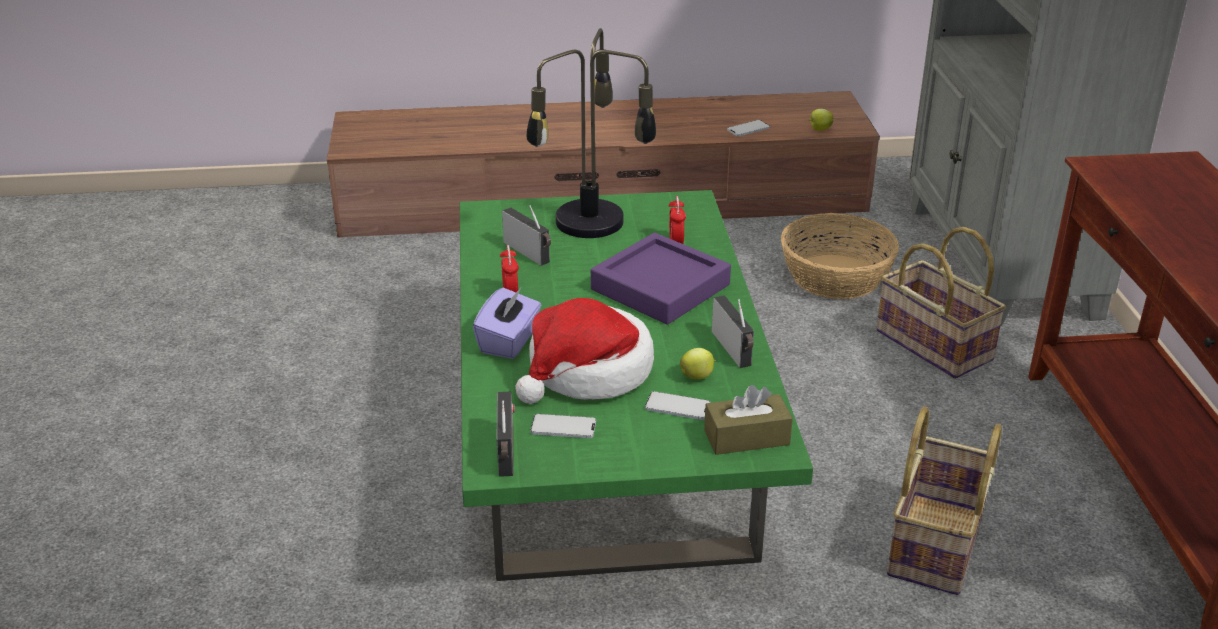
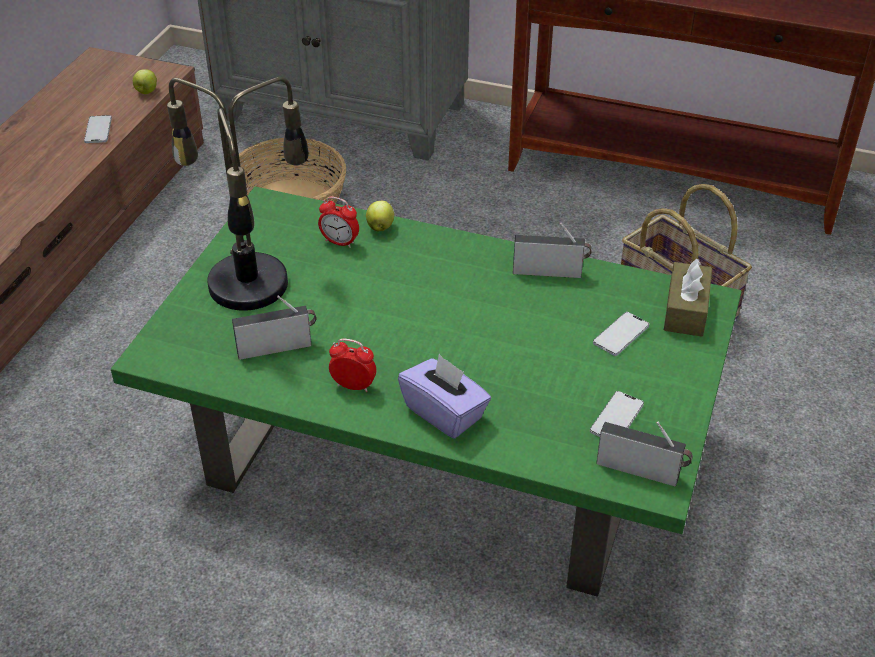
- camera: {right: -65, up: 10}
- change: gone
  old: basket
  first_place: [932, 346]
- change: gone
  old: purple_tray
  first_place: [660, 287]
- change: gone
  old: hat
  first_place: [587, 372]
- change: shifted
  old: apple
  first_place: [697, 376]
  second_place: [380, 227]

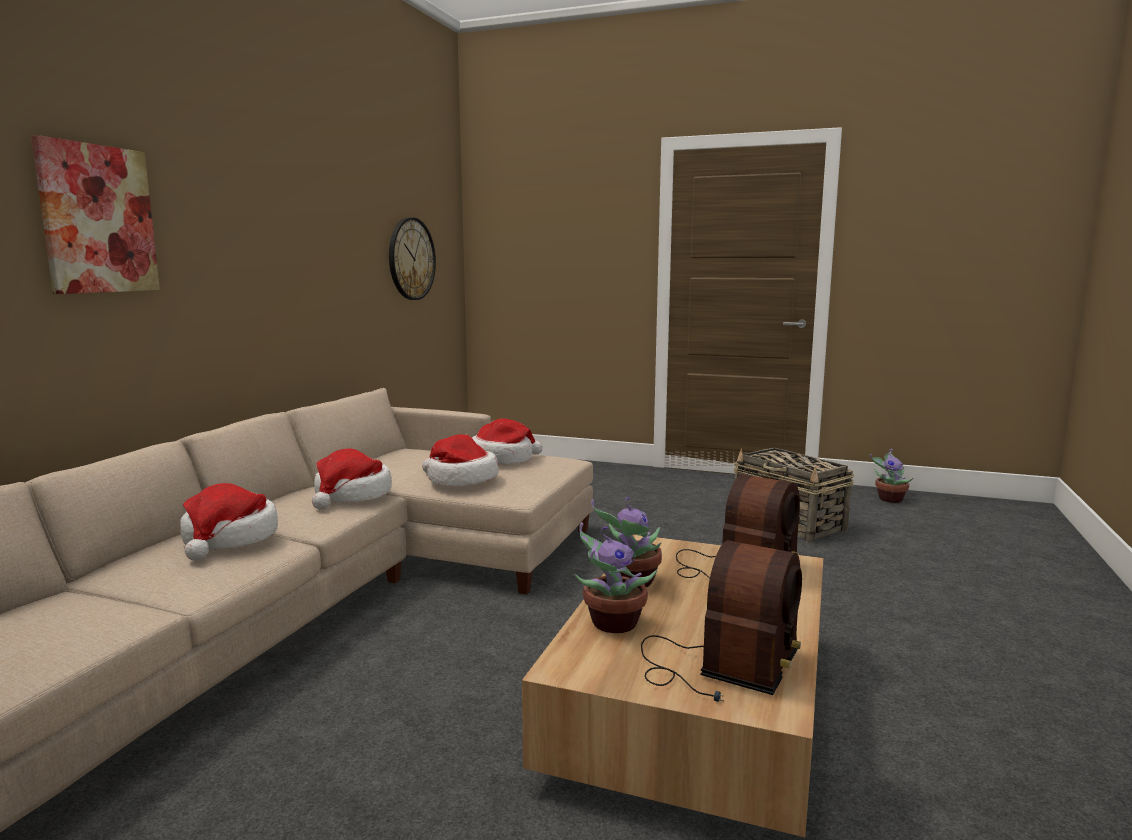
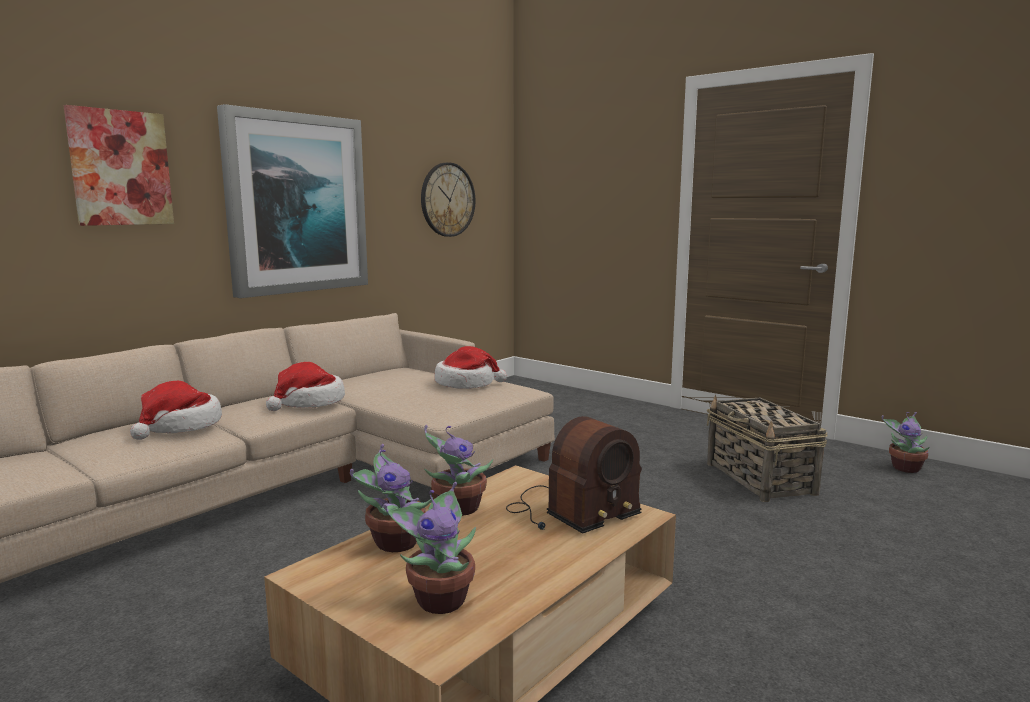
- camera: {right: 20, up: 0}
- change: gone
  old: hat
  first_place: [460, 479]
- change: swapped
  old: radio
  new: potted_plant
  first_place: [720, 666]
  second_place: [439, 599]
- change: new
  new: picture
  second_place: [296, 204]

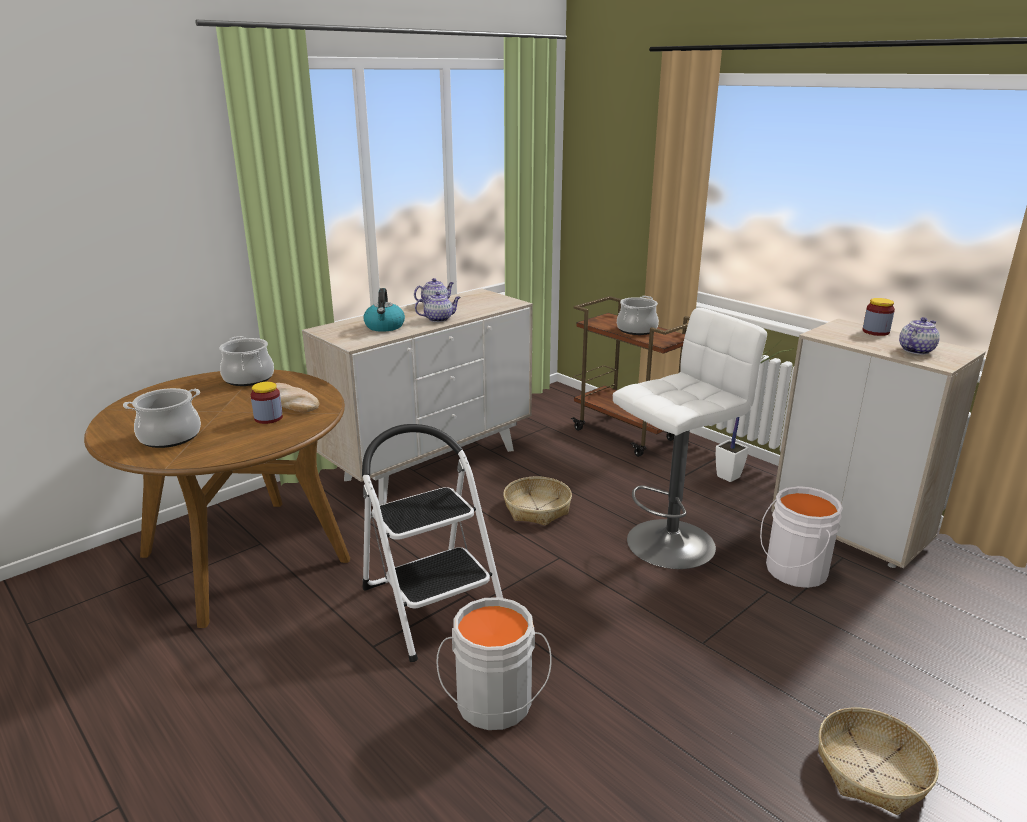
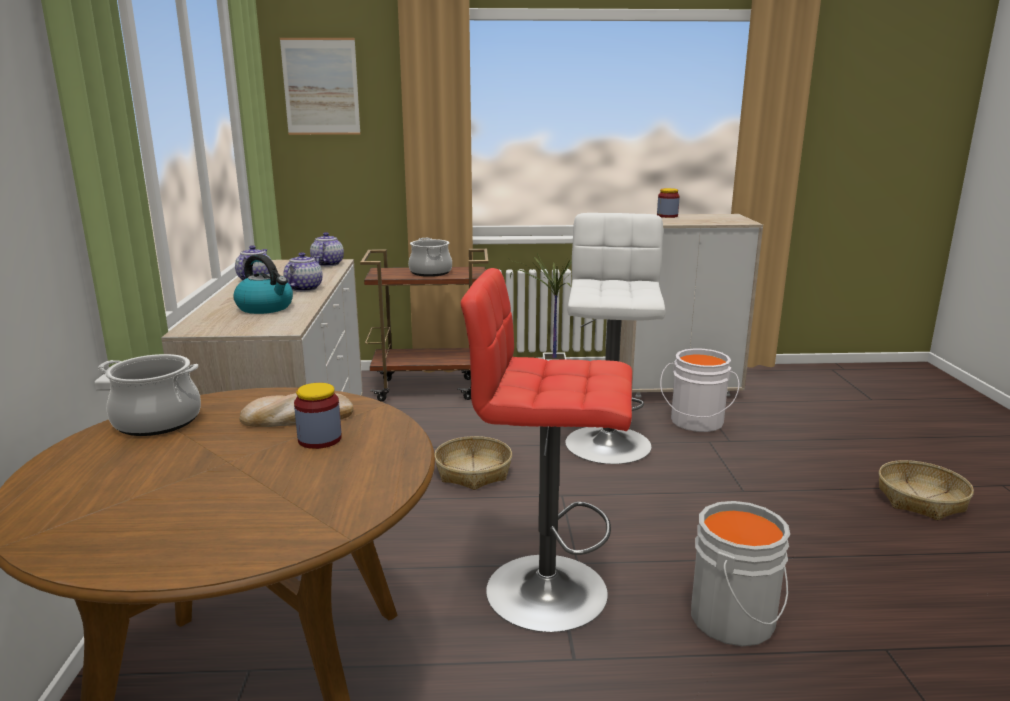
- camera: {right: -50, up: -5}
- change: shifted
  old: teapot
  first_place: [916, 350]
  second_place: [327, 264]
- change: gone
  old: cooking_pot
  first_place: [170, 437]
- change: swapped
  old: step_ladder
  new: red_stool
  first_place: [431, 603]
  second_place: [545, 591]
- change: new
  new: picture
  second_place: [321, 87]

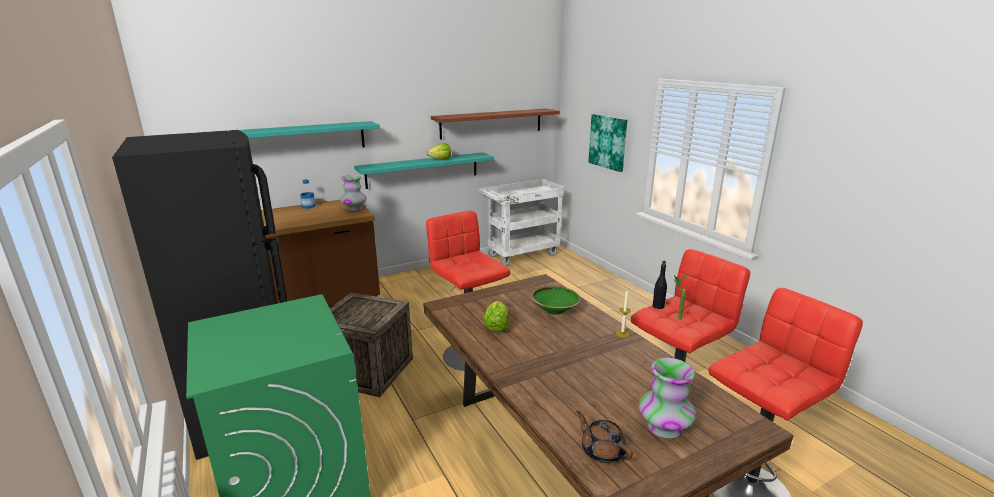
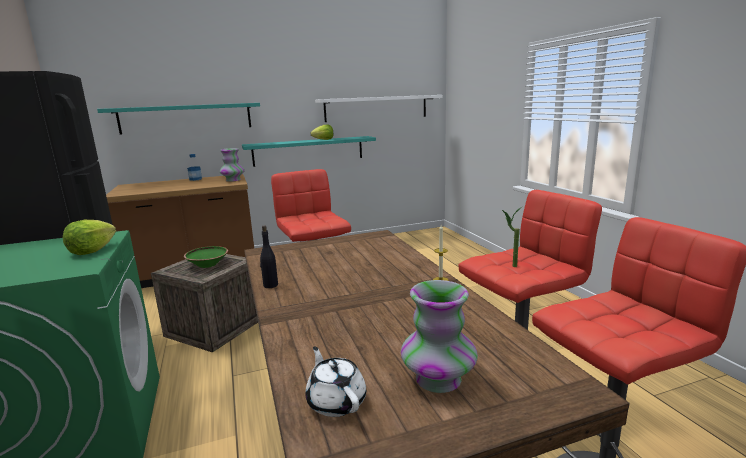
- camera: {right: 10, up: -5}
- change: repainted
  old: brown_shelf
  new: white_shelf
  first_place: [492, 123]
  second_place: [376, 108]
- change: gone
  old: picture
  first_place: [608, 142]
- change: gone
  old: white_cart
  first_place: [520, 256]
- change: shifted
  old: black_bottle
  first_place: [658, 306]
  second_place: [270, 285]
- change: shifted
  old: green_bowl
  first_place: [554, 310]
  second_place: [207, 264]
- change: shifted
  old: lettuce
  first_place: [496, 326]
  second_place: [92, 250]
- change: repainted
  old: brown_teapot
  new: white_teapot
  first_place: [602, 451]
  second_place: [336, 401]

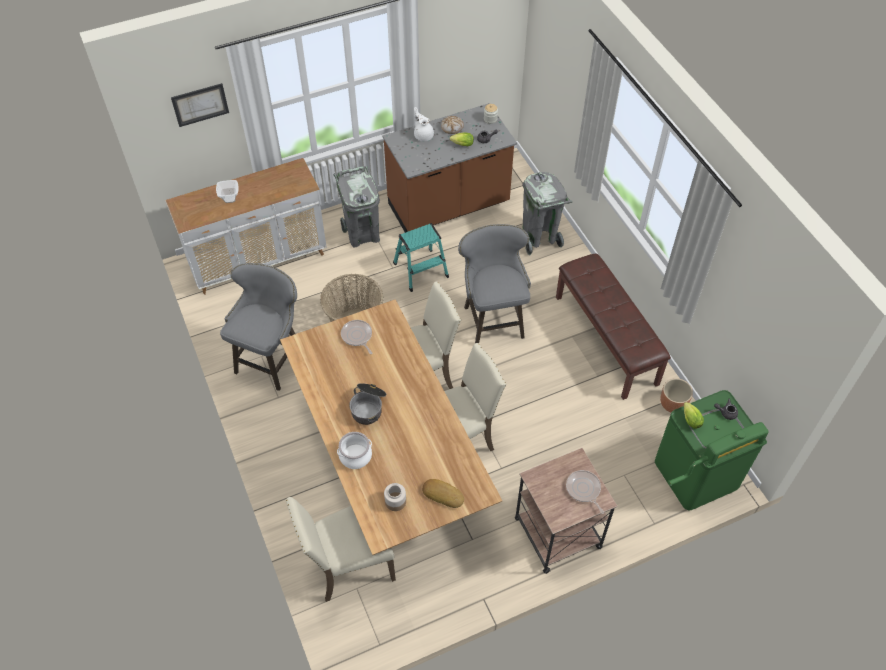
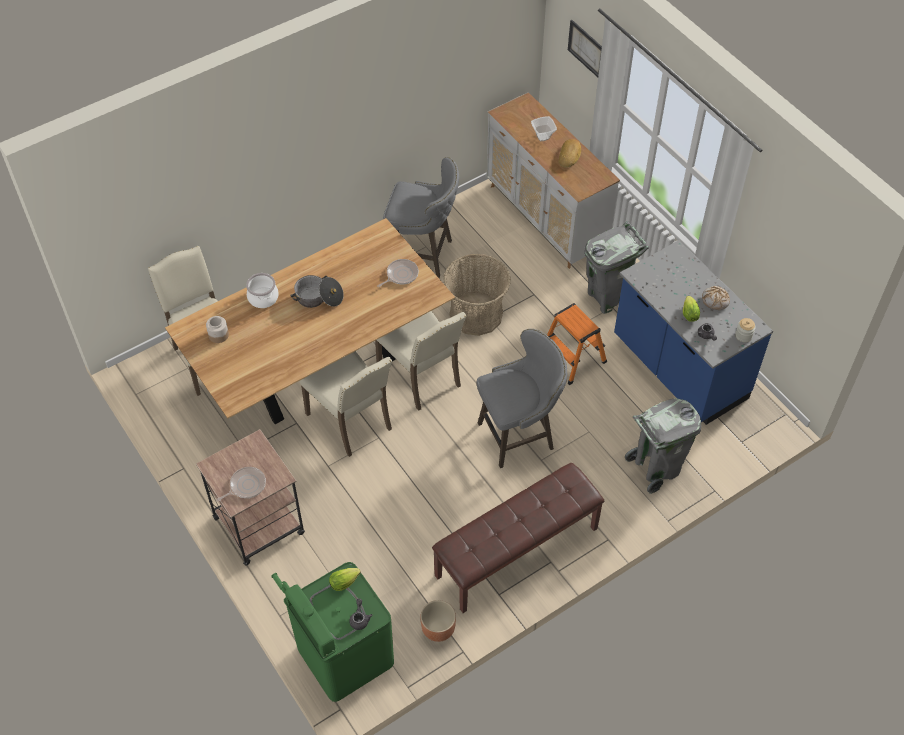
- camera: {right: 80, up: 0}
- change: repainted
  old: brown_counter
  new: blue_counter
  first_place: [449, 206]
  second_place: [678, 369]
- change: gone
  old: white_teapot
  first_place: [423, 135]
- change: repainted
  old: turquoise_step_ladder
  new: orange_step_ladder
  first_place: [421, 269]
  second_place: [573, 357]
- change: shifted
  old: bread
  first_place: [443, 494]
  second_place: [570, 155]

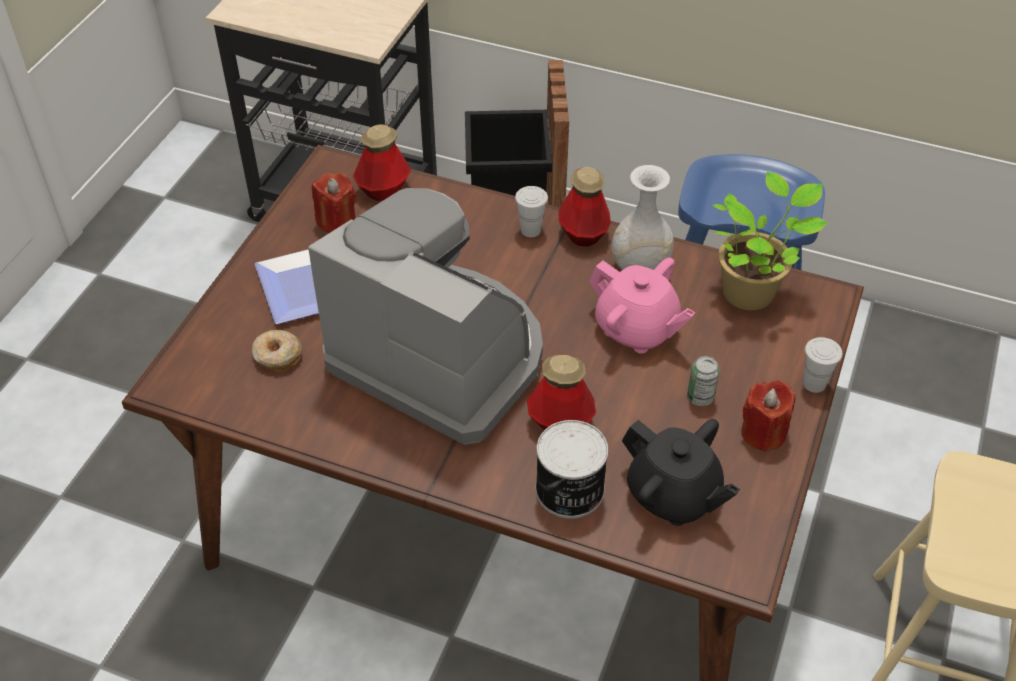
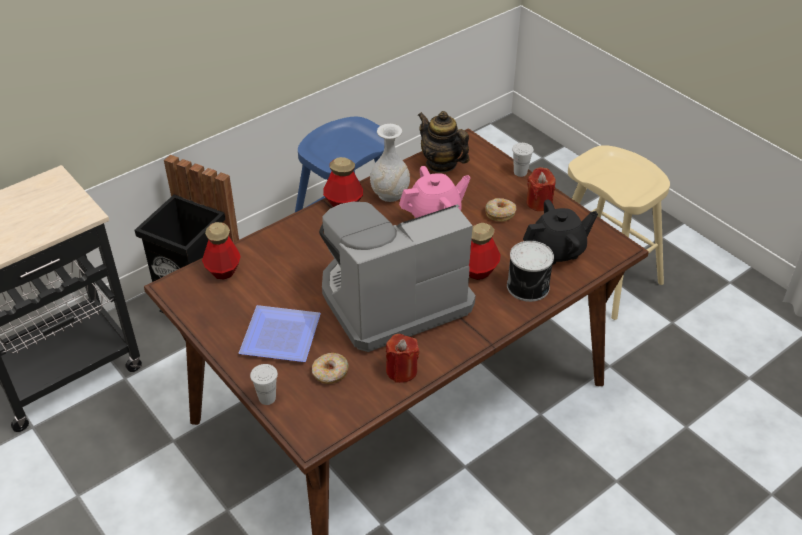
- camera: {right: -60, up: -5}
- change: swapped
  old: potted_plant
  new: teapot
  first_place: [751, 291]
  second_place: [441, 163]
- change: shifted
  old: red_candle
  first_place: [336, 220]
  second_place: [401, 371]
- change: shifted
  old: white_cup
  first_place: [530, 230]
  second_place: [267, 398]
- change: swapped
  old: can
  new: donut
  first_place: [700, 397]
  second_place: [500, 213]

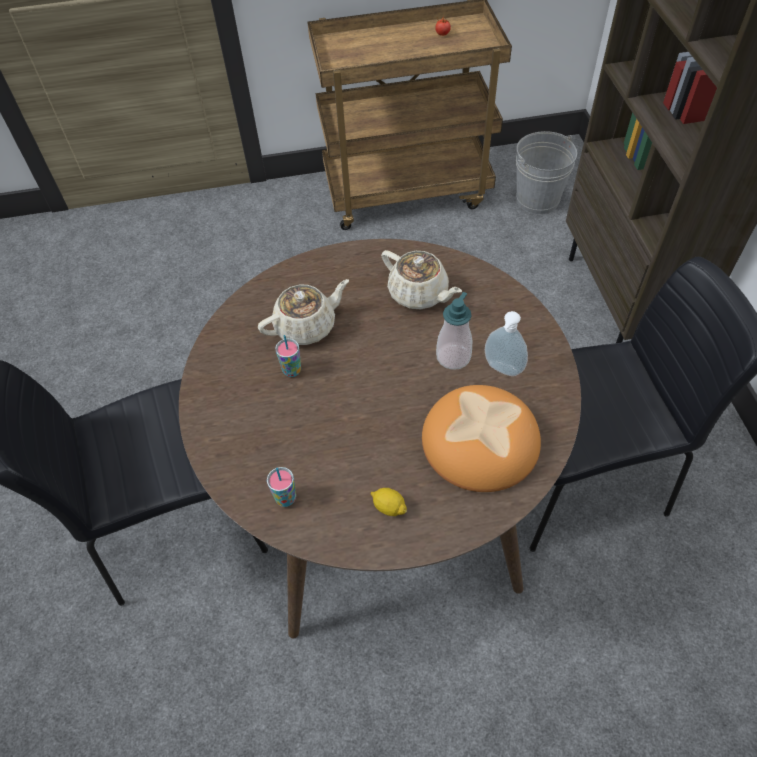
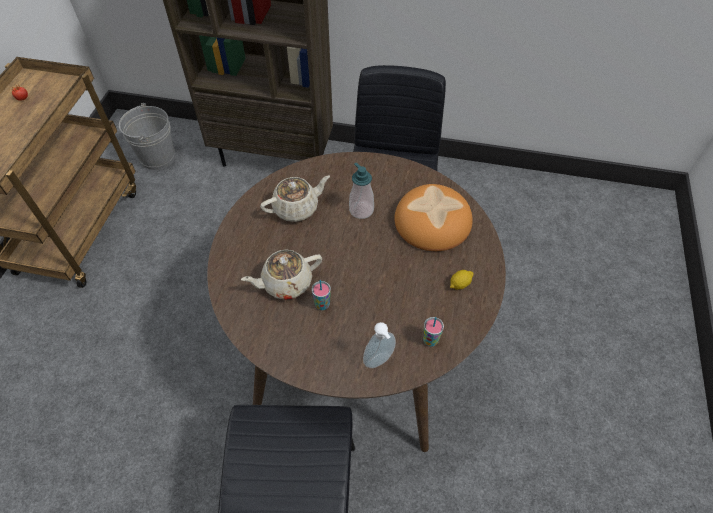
- camera: {right: -70, up: 0}
- change: rotated
  old: beige_teapot
  first_place: [307, 326]
  second_place: [286, 283]
  degrees: -105
- change: shifted
  old: soap_dispenser
  first_place: [502, 370]
  second_place: [379, 361]

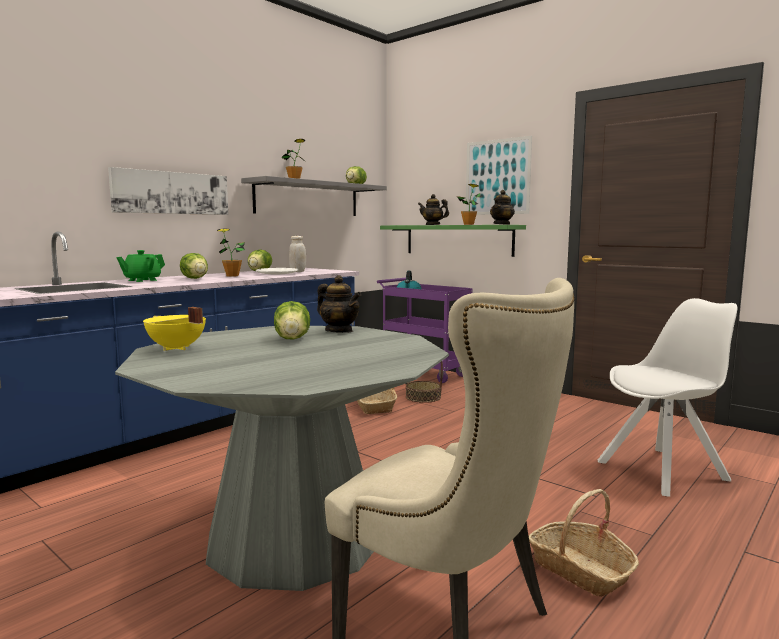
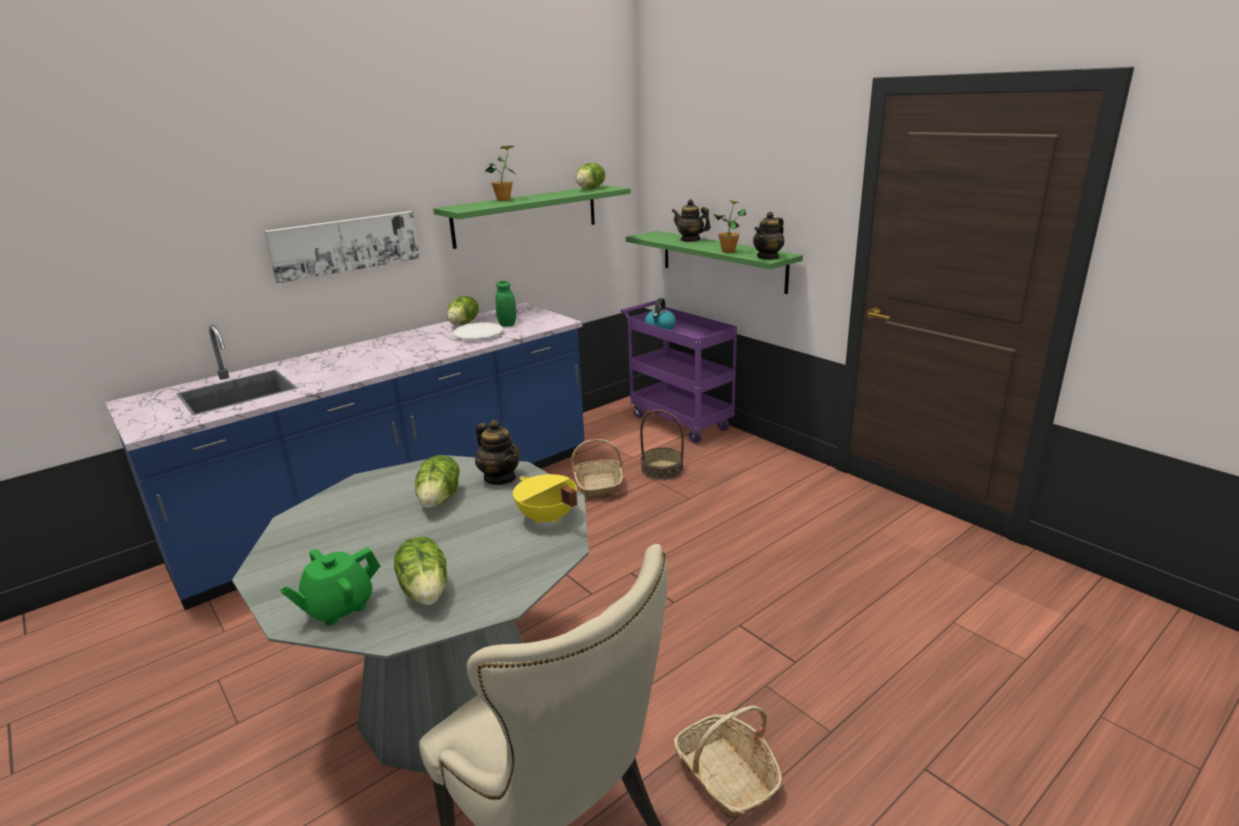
- camera: {right: 10, up: 15}
- change: gone
  old: picture
  first_place: [497, 177]
- change: repainted
  old: grey_shelf
  new: green_shelf
  first_place: [308, 199]
  second_place: [526, 215]
- change: gone
  old: potted_plant
  first_place: [232, 276]
- change: repainted
  old: white_jar
  new: green_jar
  first_place: [297, 271]
  second_place: [507, 324]
- change: shifted
  old: green_teapot
  first_place: [142, 280]
  second_place: [338, 607]
- change: shifted
  old: lettuce
  first_place: [195, 278]
  second_place: [426, 590]
- change: gone
  old: white_chair
  first_place: [664, 471]
- change: shifted
  old: yellow_cooking_pot
  first_place: [176, 348]
  second_place: [546, 518]

